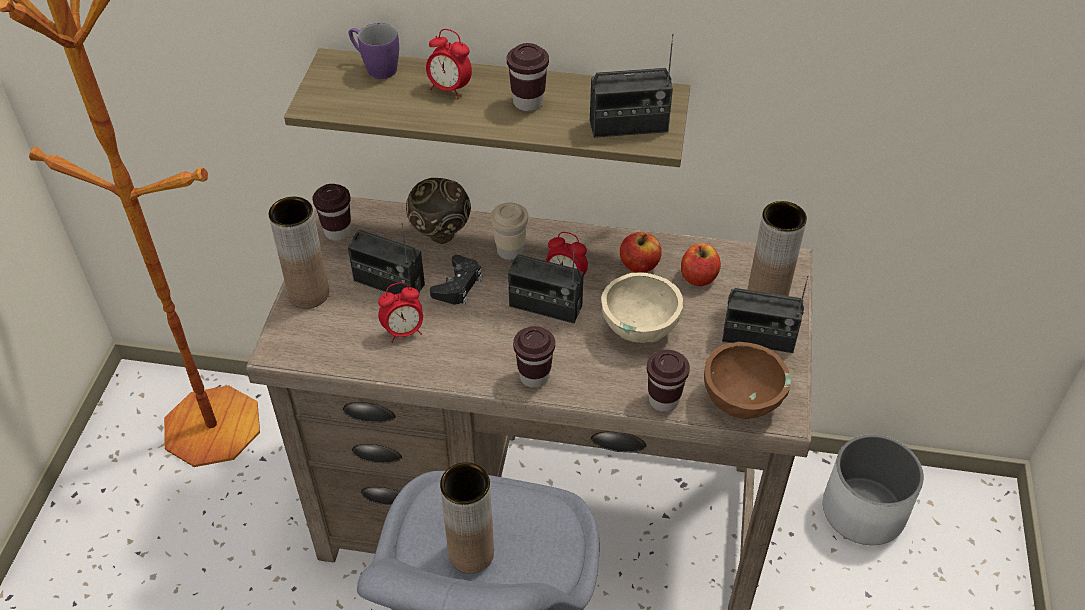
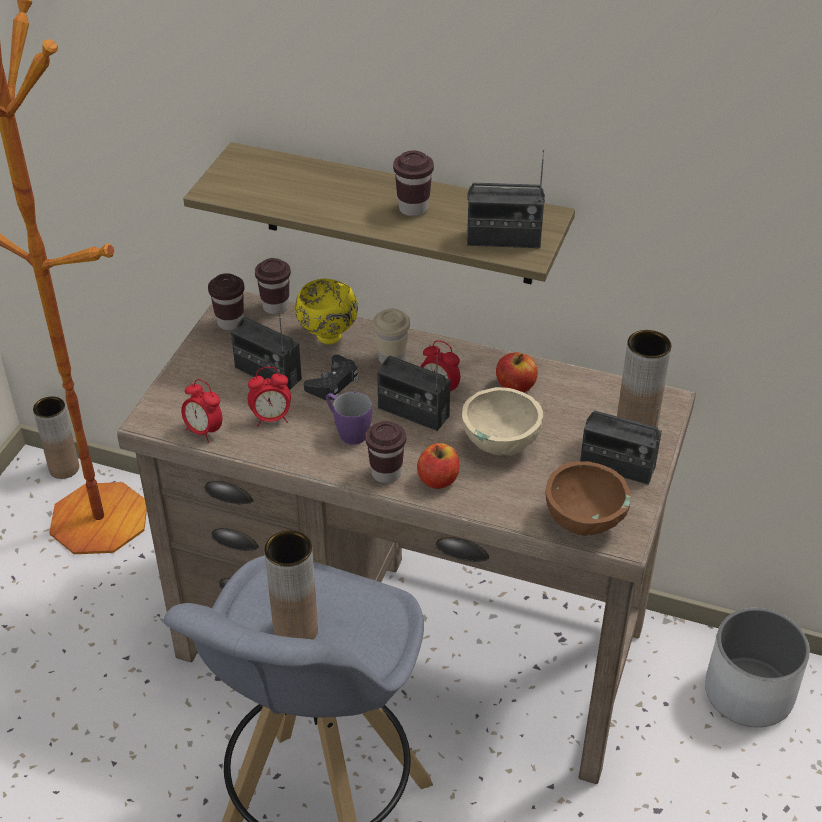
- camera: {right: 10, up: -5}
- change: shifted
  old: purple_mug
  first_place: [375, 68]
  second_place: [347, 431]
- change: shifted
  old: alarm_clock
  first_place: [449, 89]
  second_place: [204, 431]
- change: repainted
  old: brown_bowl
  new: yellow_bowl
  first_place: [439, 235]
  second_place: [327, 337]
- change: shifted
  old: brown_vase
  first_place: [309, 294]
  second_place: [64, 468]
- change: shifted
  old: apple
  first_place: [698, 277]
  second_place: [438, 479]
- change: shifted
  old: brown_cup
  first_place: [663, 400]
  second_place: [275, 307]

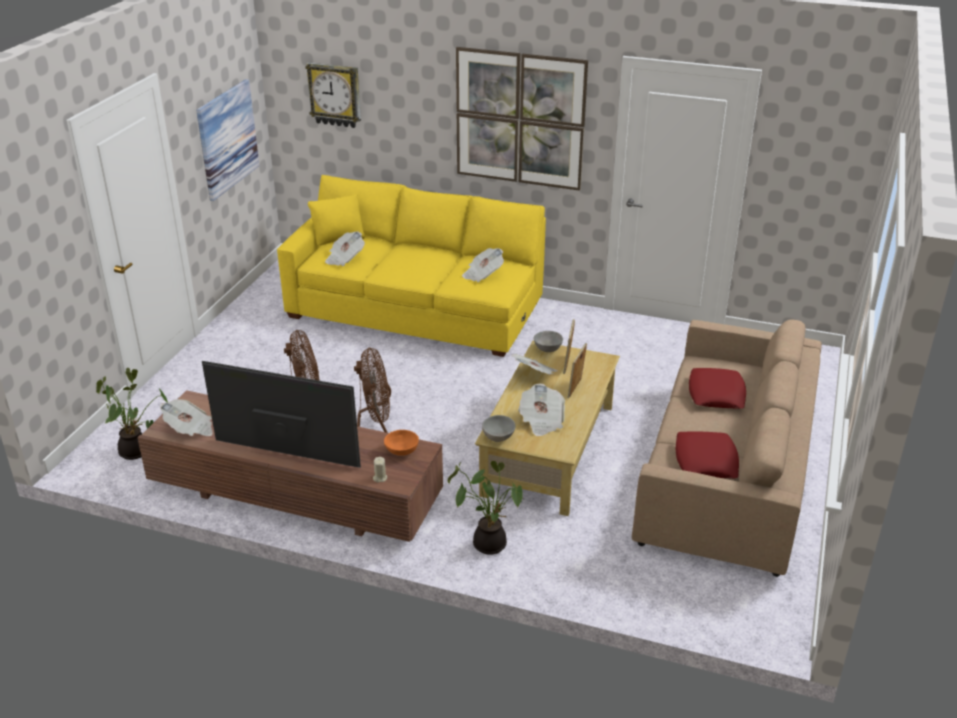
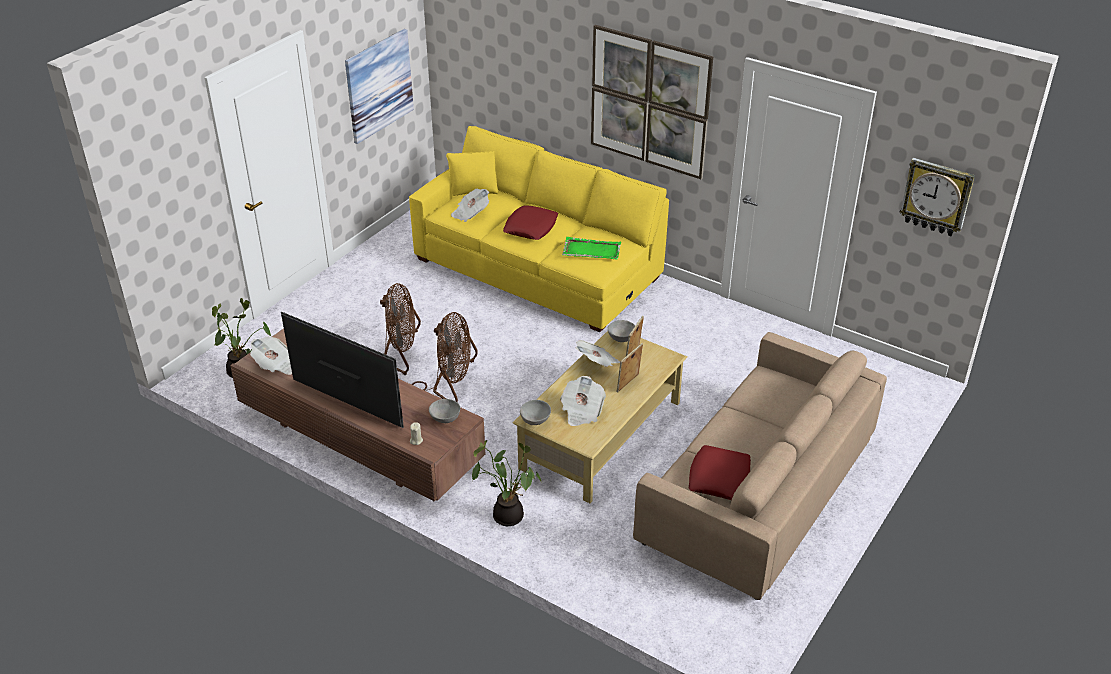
- camera: {right: 15, up: 5}
- change: shifted
  old: wall_clock
  first_place: [335, 95]
  second_place: [936, 197]
- change: swapped
  old: newspaper
  new: green_tray
  first_place: [482, 275]
  second_place: [591, 250]
- change: shifted
  old: red_pillow
  first_place: [716, 394]
  second_place: [531, 227]
- change: repainted
  old: orange_bowl
  new: grey_bowl
  first_place: [401, 452]
  second_place: [445, 419]

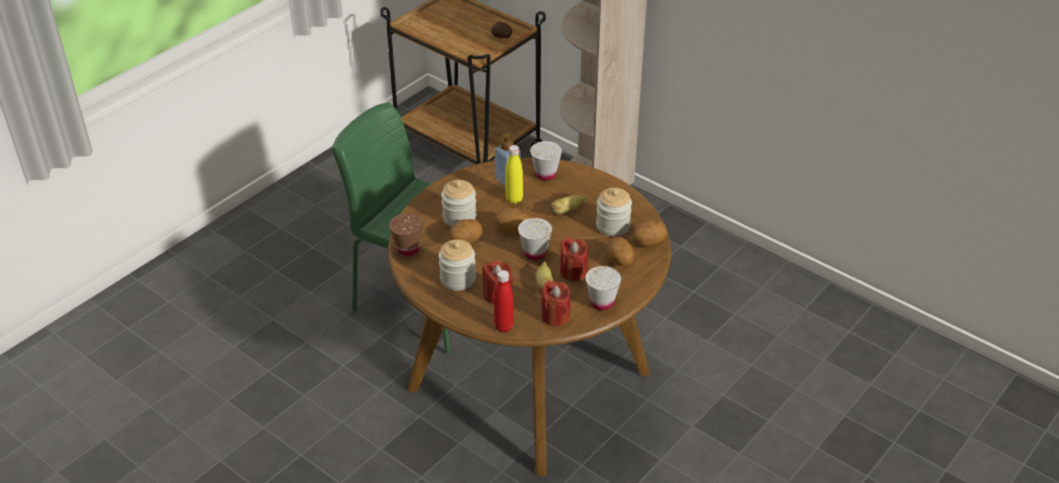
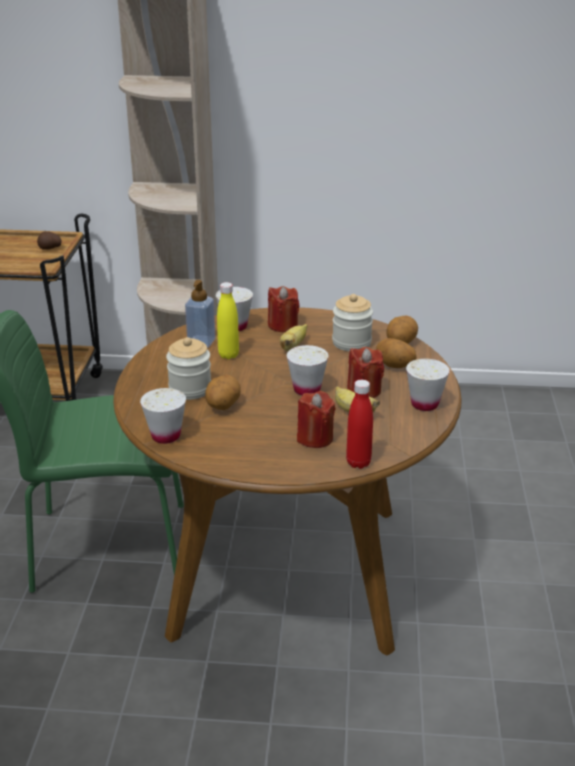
- camera: {right: -35, up: -10}
- change: gone
  old: potato
  first_place: [513, 230]
- change: repainted
  old: brown_cup
  new: white_cup
  first_place: [408, 249]
  second_place: [166, 436]
- change: gone
  old: jar
  first_place: [458, 279]
- change: shifted
  old: red_candle
  first_place: [555, 316]
  second_place: [282, 325]

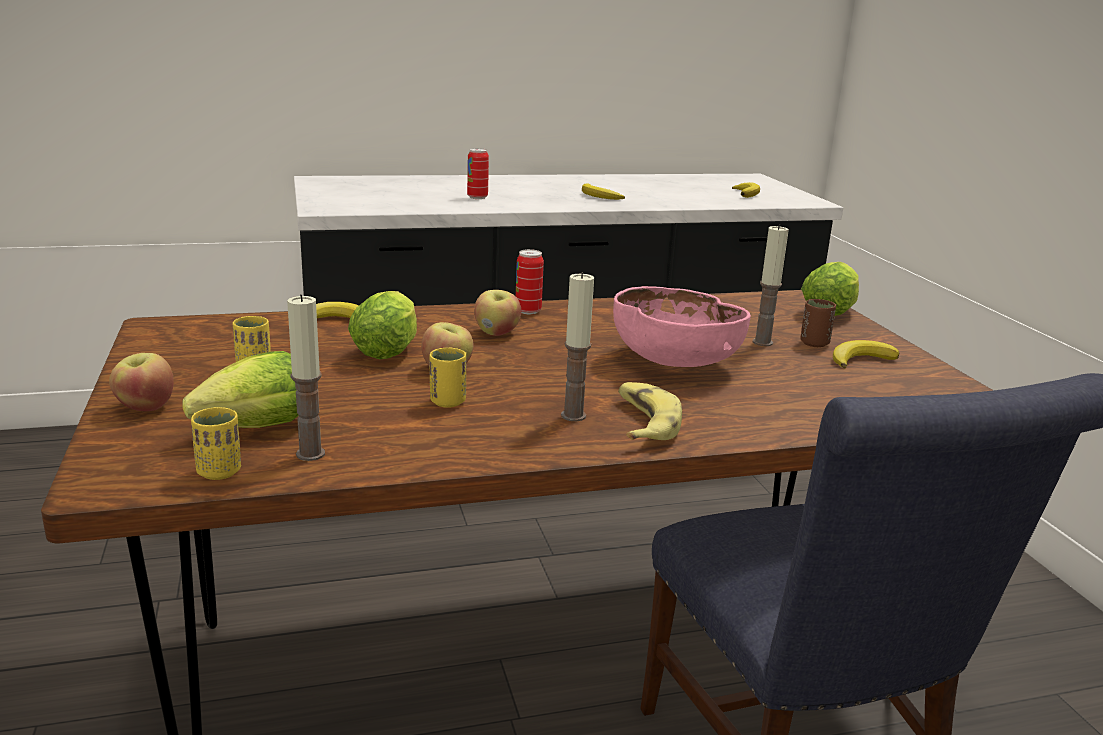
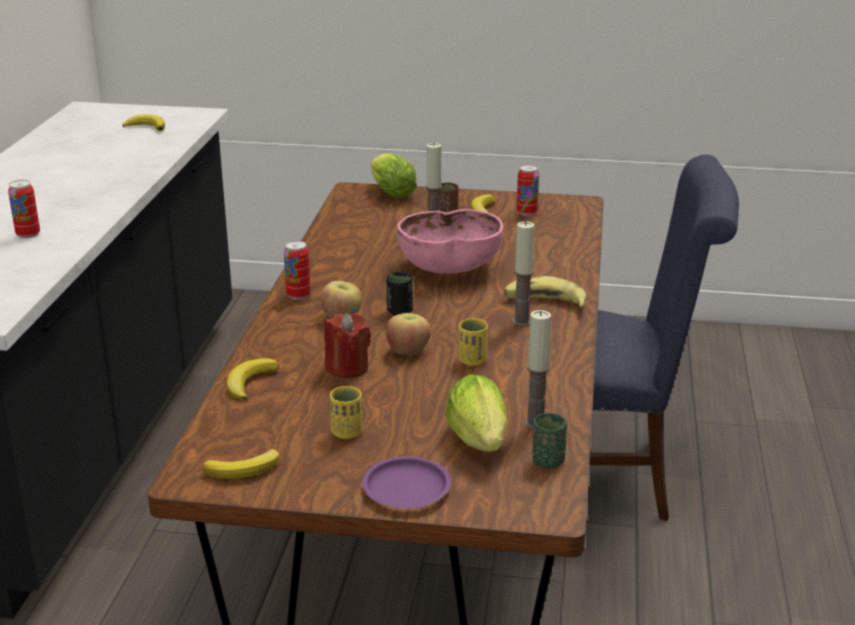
- camera: {right: -65, up: 5}
- change: shifted
  old: banana
  first_place: [600, 196]
  second_place: [245, 469]
- change: swapped
  old: lettuce
  new: red_candle
  first_place: [389, 349]
  second_place: [347, 368]
- change: swapped
  old: apple
  new: purple_plate
  first_place: [145, 407]
  second_place: [407, 489]
- change: repainted
  old: yellow_cup
  new: green_cup
  first_place: [219, 472]
  second_place: [548, 461]
- change: new
  new: can
  second_place: [526, 213]
- change: new
  new: black_cup
  second_place: [399, 311]

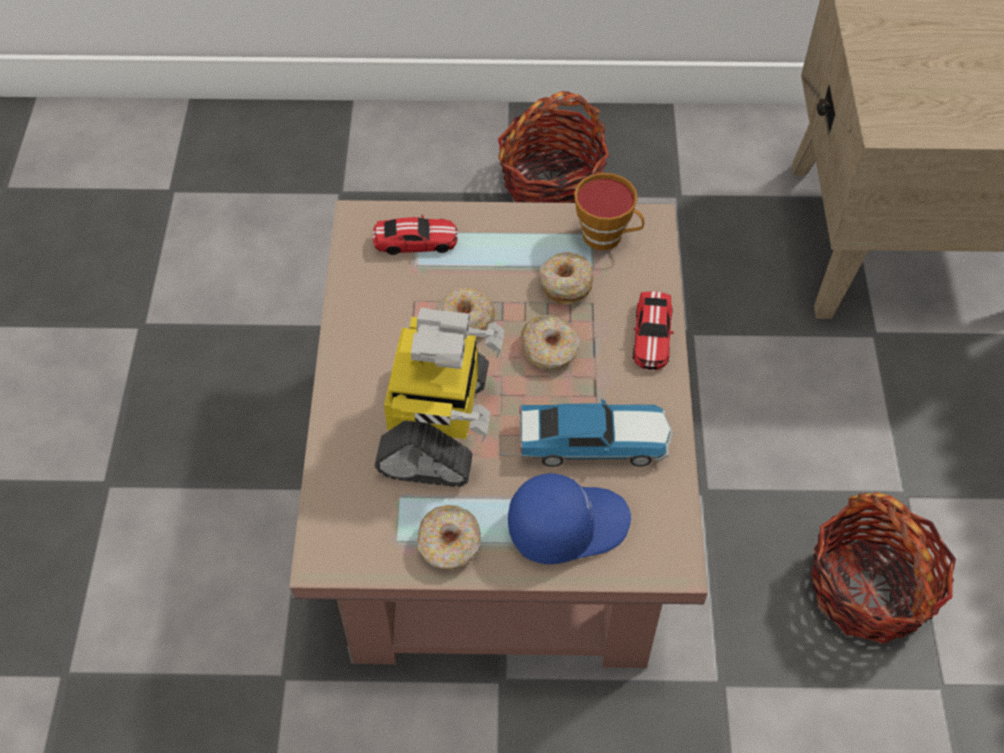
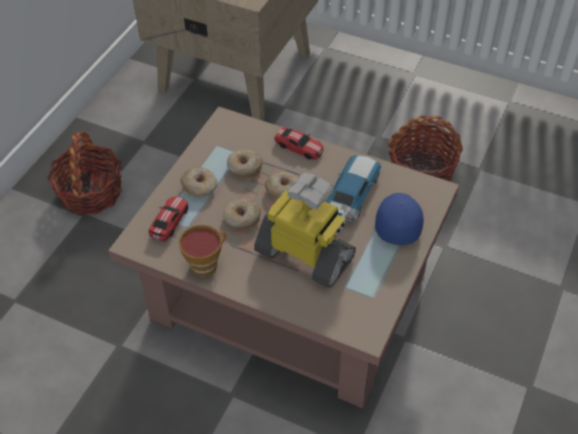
- camera: {right: -65, up: -5}
- change: shifted
  old: cup
  first_place: [607, 237]
  second_place: [206, 263]
- change: shifted
  old: donut
  first_place: [449, 544]
  second_place: [200, 186]

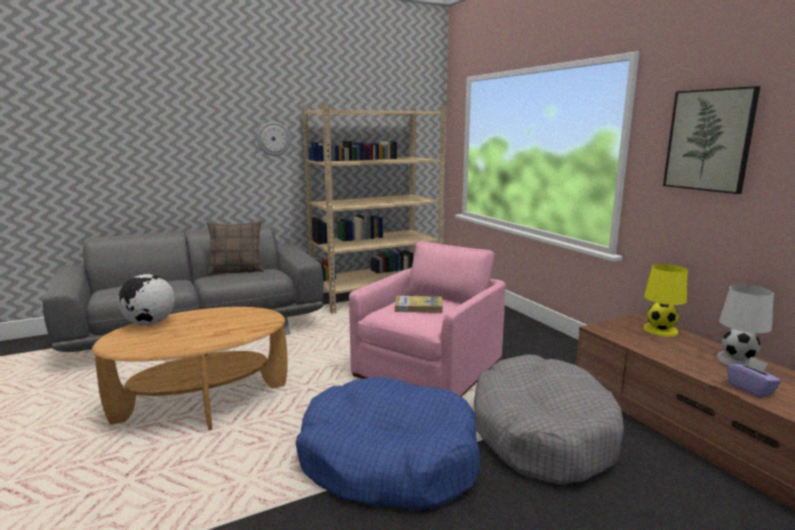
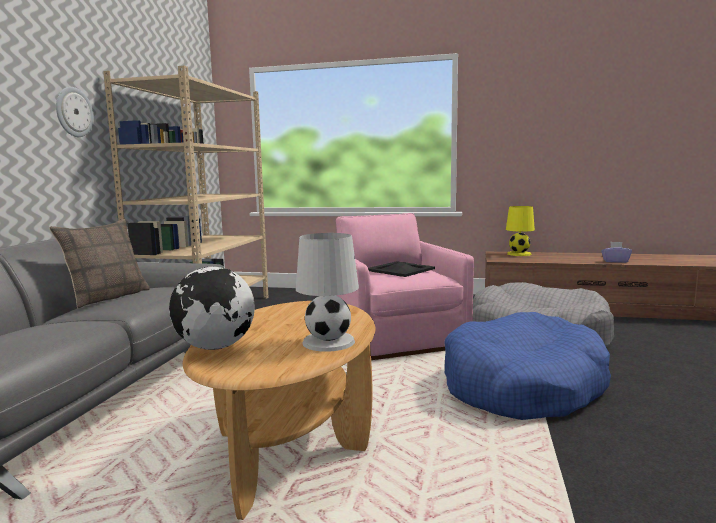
- camera: {right: -50, up: -5}
- change: gone
  old: picture
  first_place: [709, 140]
- change: shifted
  old: white_table_lamp
  first_place: [738, 360]
  second_place: [329, 342]
- change: swapped
  old: book
  new: black_tray
  first_place: [418, 307]
  second_place: [399, 269]

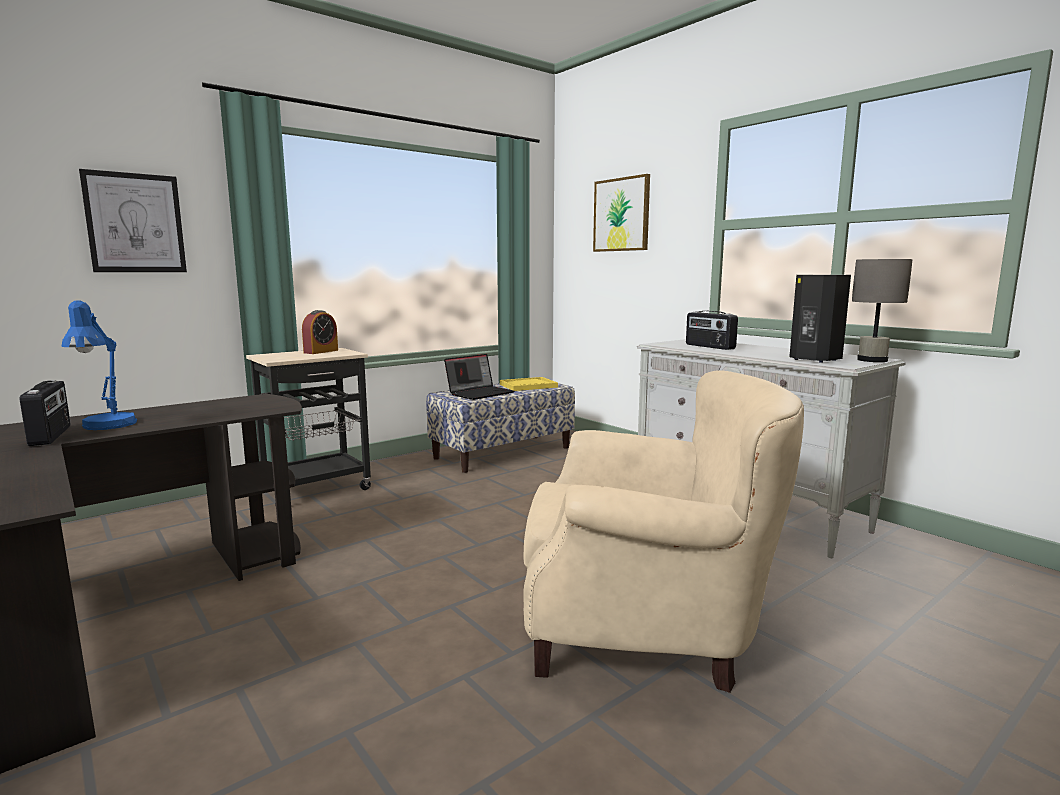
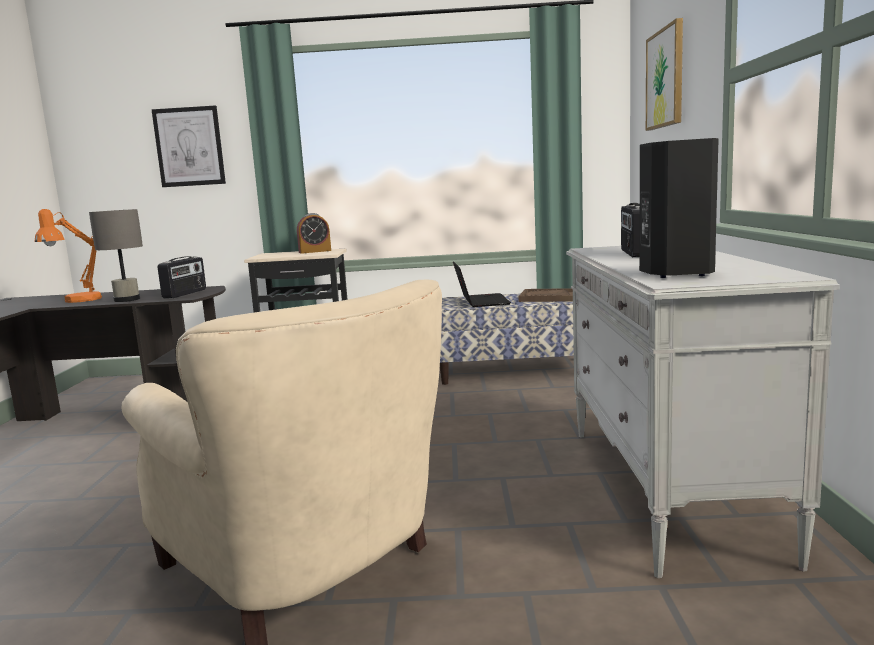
- camera: {right: 40, up: 0}
- change: shifted
  old: grey_table_lamp
  first_place: [871, 360]
  second_place: [127, 299]
- change: repainted
  old: blue_table_lamp
  new: orange_table_lamp
  first_place: [106, 427]
  second_place: [77, 301]
- change: rotated
  old: laptop
  first_place: [480, 393]
  second_place: [480, 301]
  degrees: -90
- change: repainted
  old: yellow_tray
  new: brown_tray
  first_place: [528, 386]
  second_place: [549, 297]
- change: shifted
  old: radio
  first_place: [51, 435]
  second_place: [185, 293]

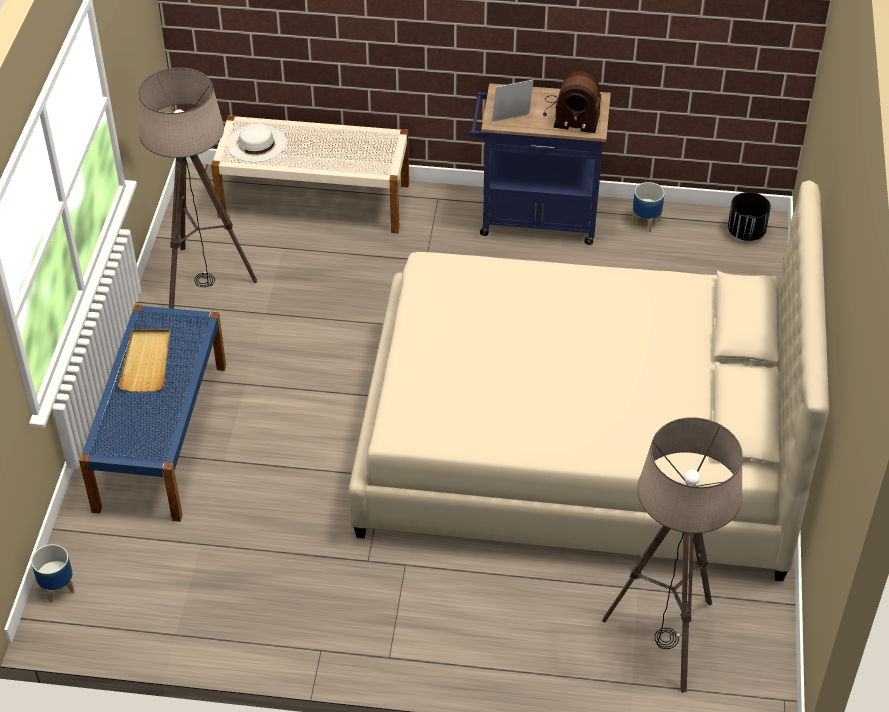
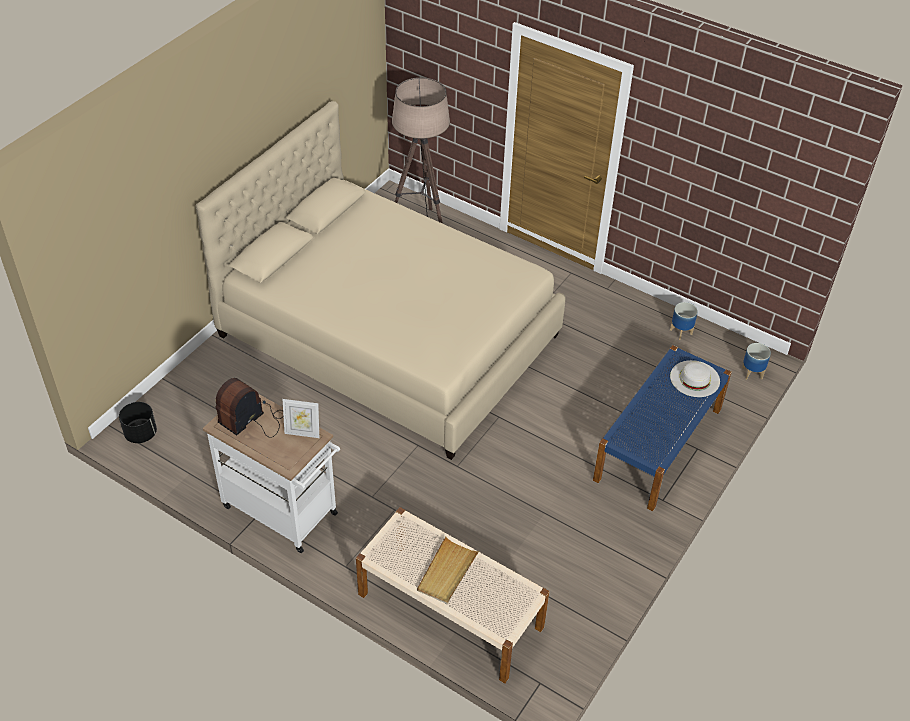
- camera: {right: -155, up: 0}
- change: gone
  old: floor_lamp
  first_place: [202, 280]
- change: rotated
  old: radio
  first_place: [570, 114]
  second_place: [252, 419]
  degrees: -90
- change: repainted
  old: blue_cart
  new: white_cart
  first_place: [535, 218]
  second_place: [283, 512]
- change: shifted
  old: white_hat
  first_place: [256, 143]
  second_place: [695, 378]
- change: shifted
  old: planter
  first_place: [645, 222]
  second_place: [681, 332]
- change: shifted
  old: beige_tray
  first_place: [146, 362]
  second_place: [447, 572]

